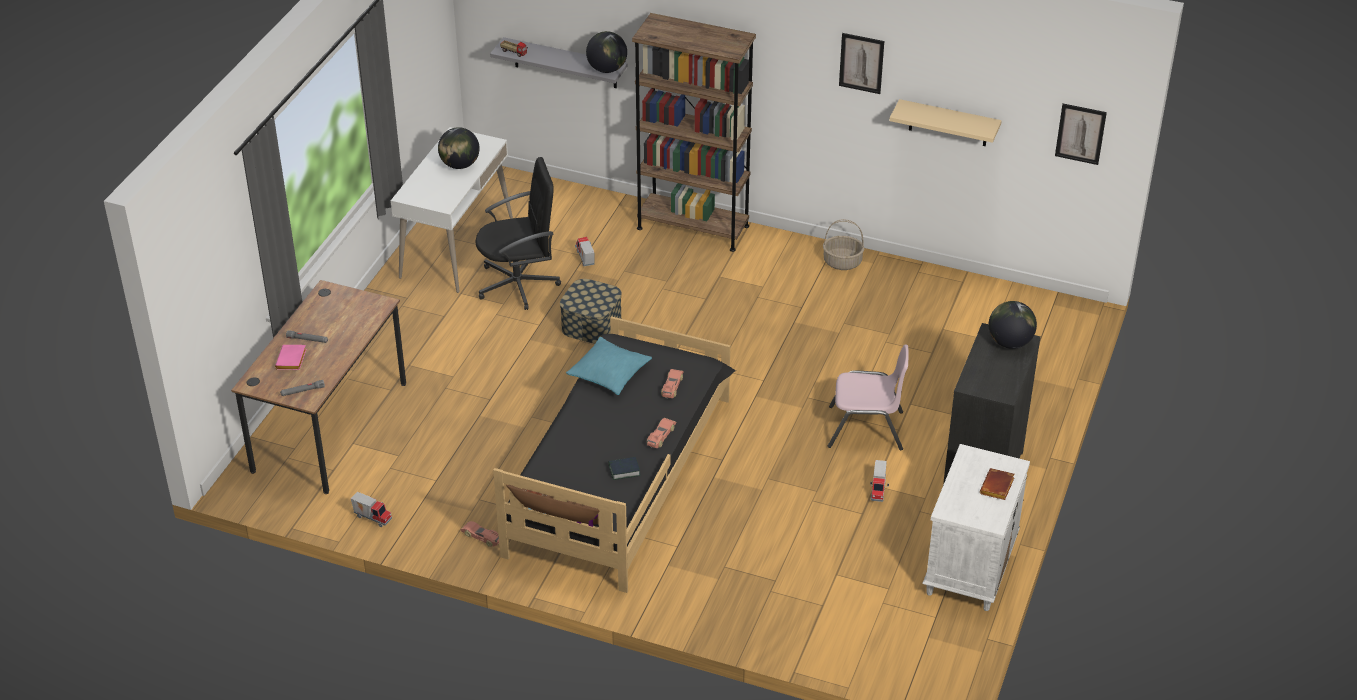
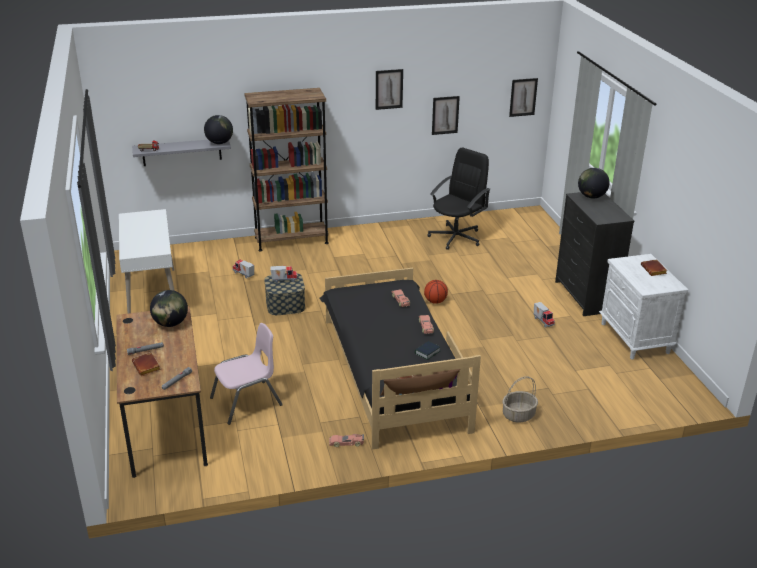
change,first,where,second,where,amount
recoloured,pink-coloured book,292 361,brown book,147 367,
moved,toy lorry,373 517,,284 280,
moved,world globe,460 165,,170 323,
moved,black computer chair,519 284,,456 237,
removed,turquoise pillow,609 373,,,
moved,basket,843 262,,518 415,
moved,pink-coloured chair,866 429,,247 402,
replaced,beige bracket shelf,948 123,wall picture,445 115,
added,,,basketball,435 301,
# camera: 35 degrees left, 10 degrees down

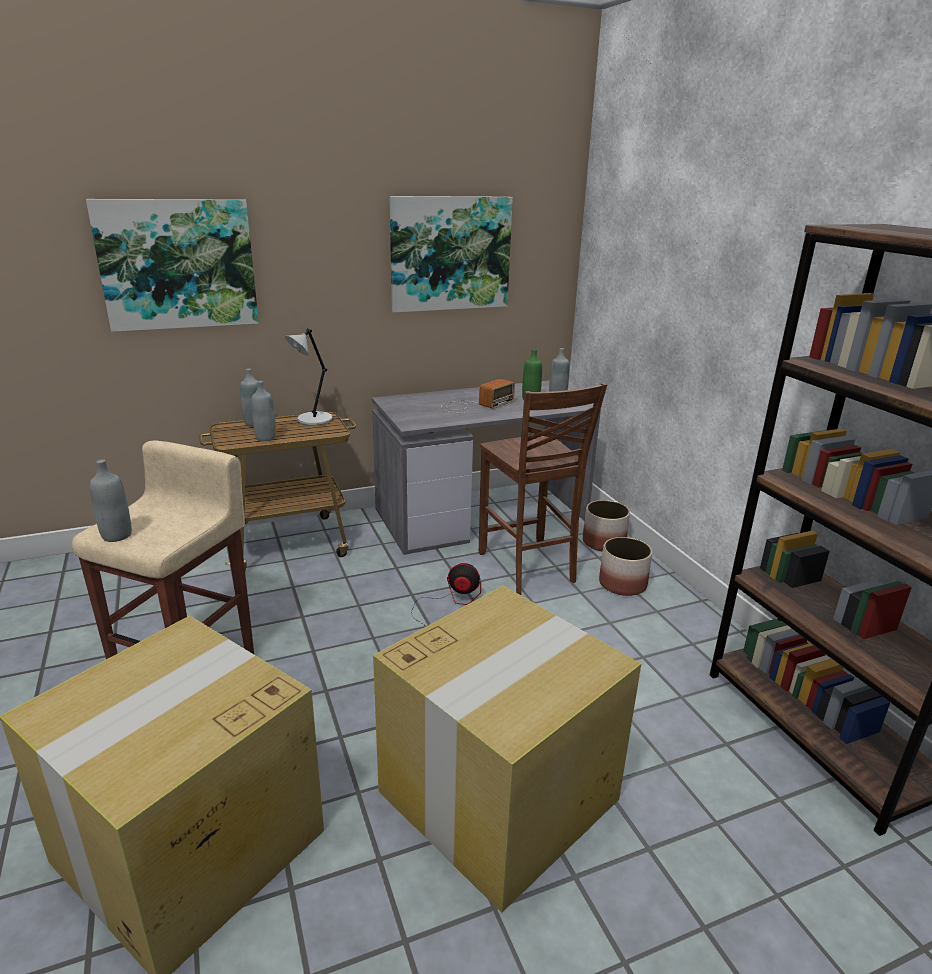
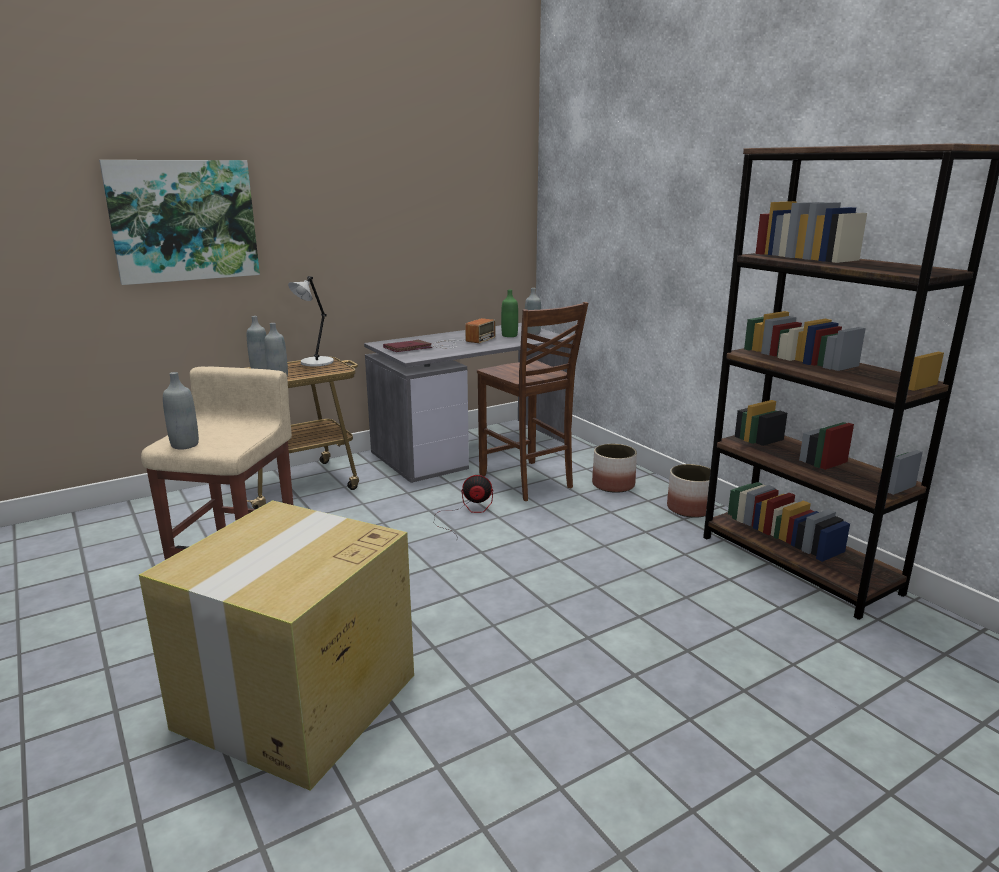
change,first,where,second,where,amount
removed,packing box,500 794,,,
removed,wall picture,450 254,,,
moved,plant pot,604 542,,690 509,
added,,,red book,407 348,
# camera: 10 degrees left, 5 degrees down

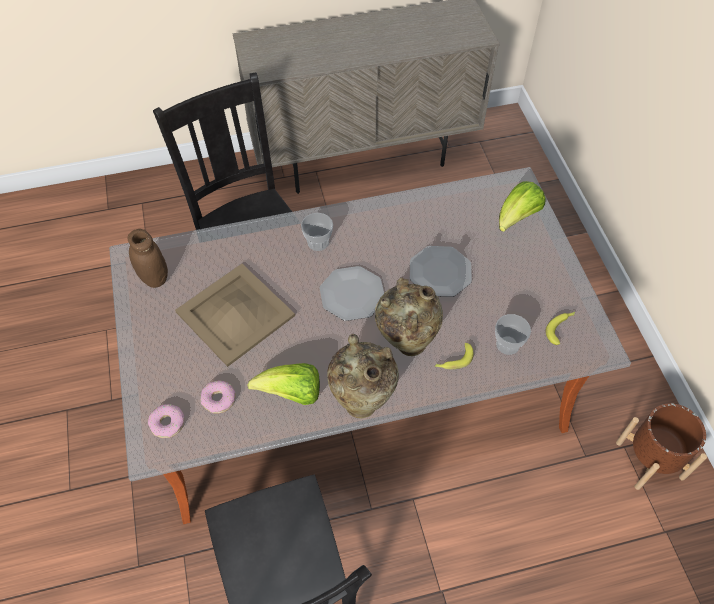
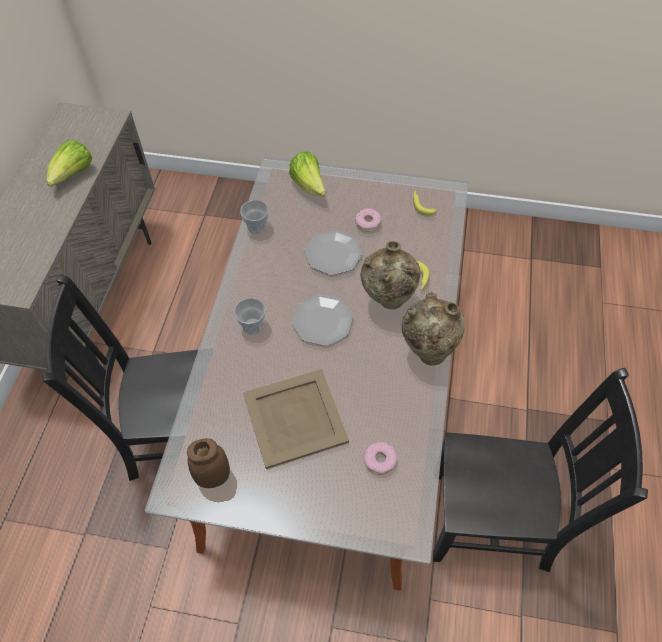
change,first,where,second,where,amount
moved,ring doughnut,167 423,,367 223,
moved,lettuce head,292 393,,73 175,
moved,drinking cup,507 344,,256 227,
removed,brown plant pot,649 459,,,
# camera: 65 degrees left, 0 degrees up

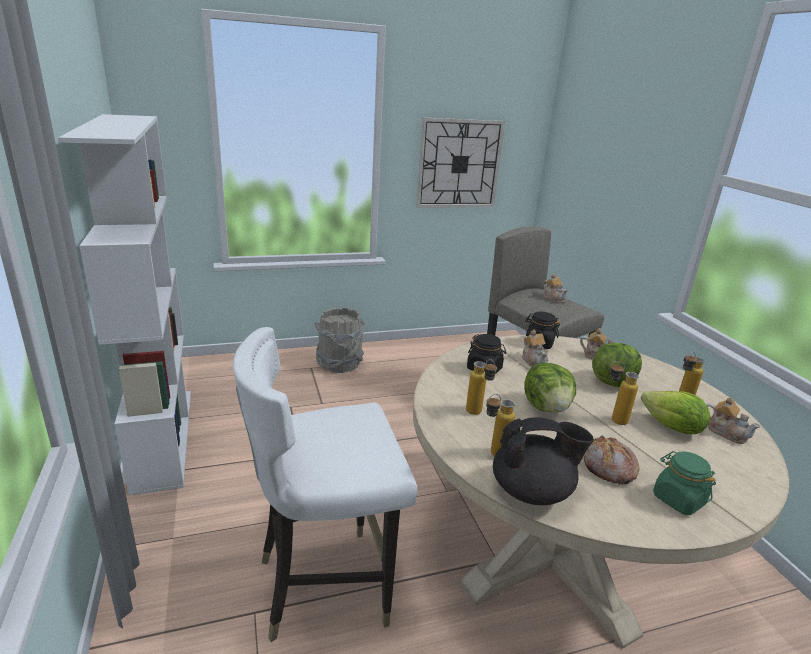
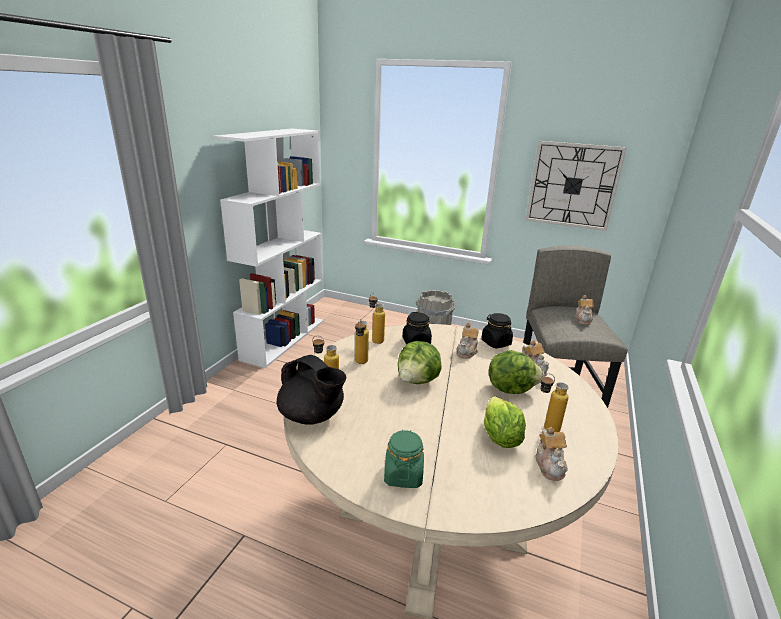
change,first,where,second,where,amount
removed,white-coloured chair,325 585,,,
removed,bread,608 468,,,
moved,bottle,612 419,,375 339,
# camera: 40 degrees right, 0 degrees up

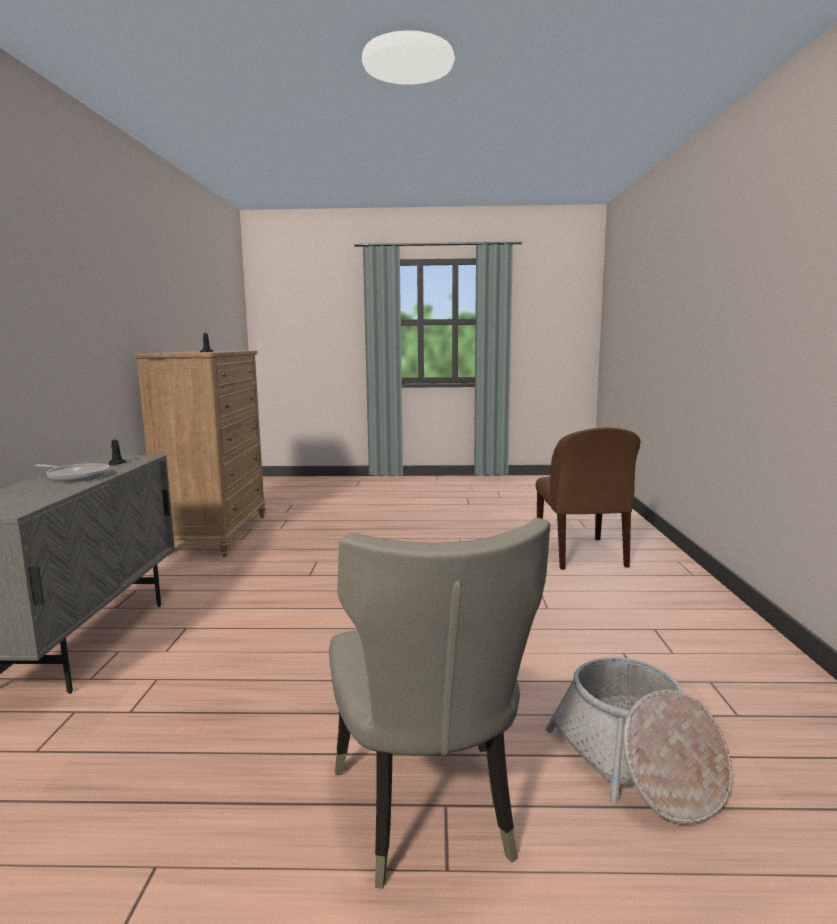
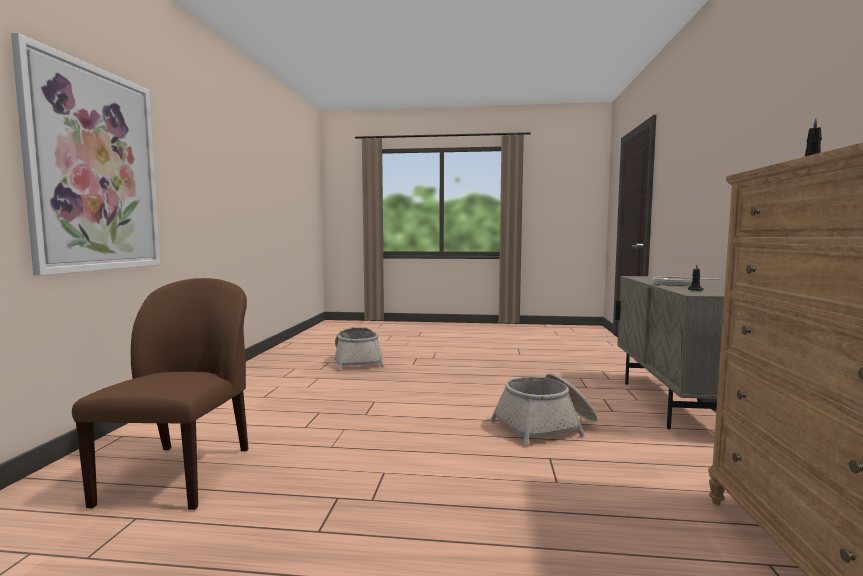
change,first,where,second,where,amount
removed,beige chair,429 815,,,
added,,,wall picture,95 170,
added,,,basket,546 427,
# camera: 175 degrees left, 5 degrees down

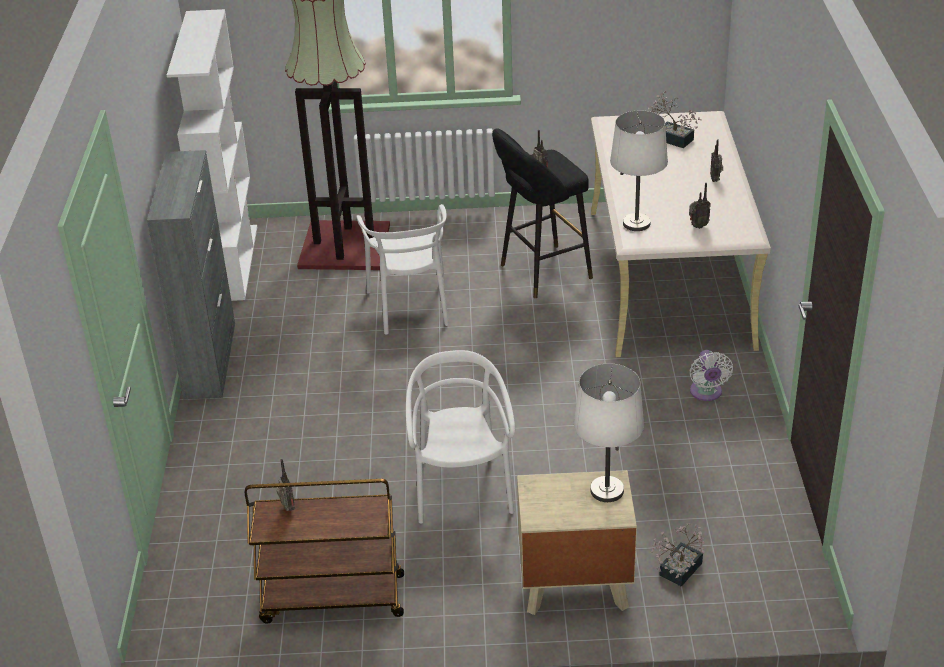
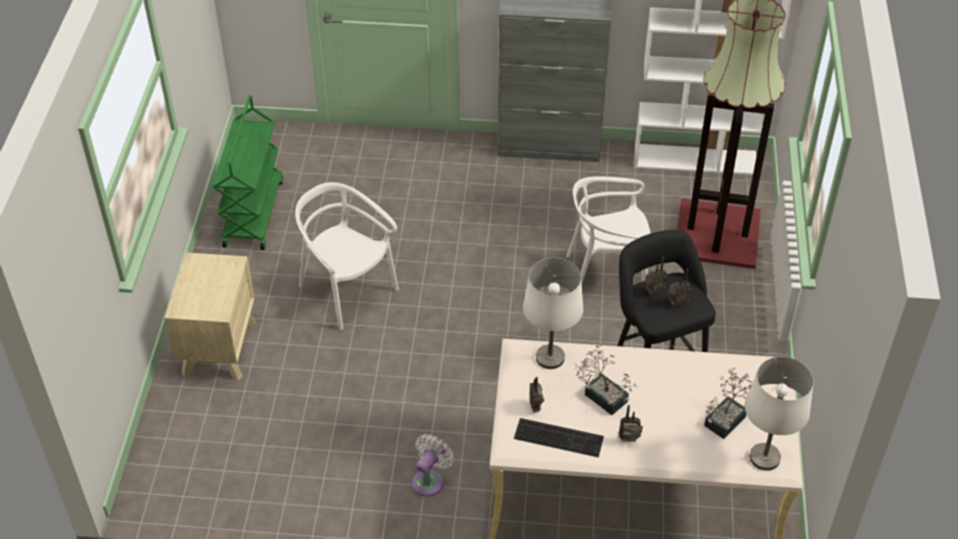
change,first,where,second,where,amount
recoloured,brown trolley,331 599,green-coloured trolley,253 212,
moved,radio set,287 509,,676 303,
turned,white-coloured chair,462 489,,347 291,135 degrees counterclockwise
moved,white-coloured lamp for a table,606 491,,764 457,
moved,houseplant,677 572,,602 395,
turned,white-coloured electric fan,706 393,,430 480,120 degrees clockwise
added,,,PC keyboard,560 436,
# camera: 95 degrees right, 10 degrees up

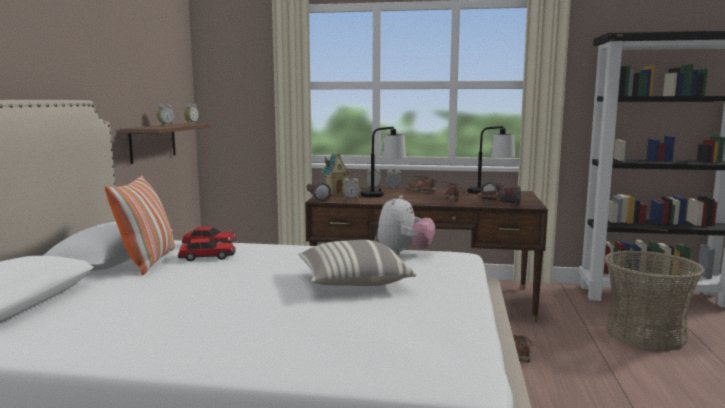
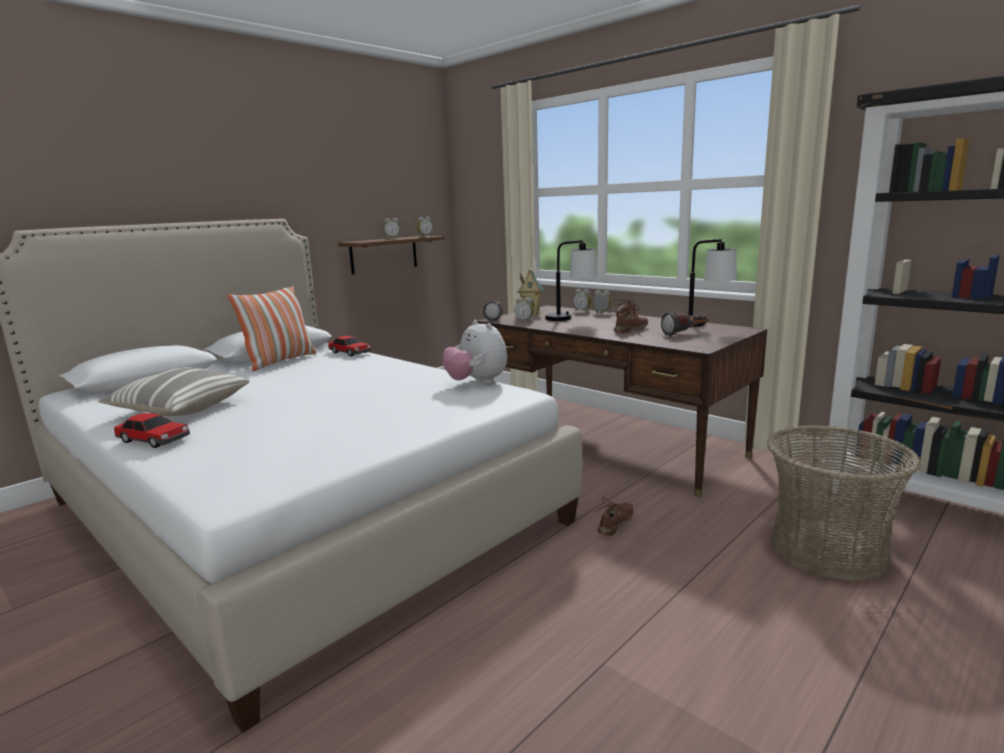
change,first,where,second,where,amount
moved,miniature car,207 257,,154 440,
moved,pillow,352 282,,180 409,
turned,soft toy,404 252,,477 383,90 degrees clockwise
removed,hand torch,499 205,,,
# camera: 35 degrees right, 5 degrees up

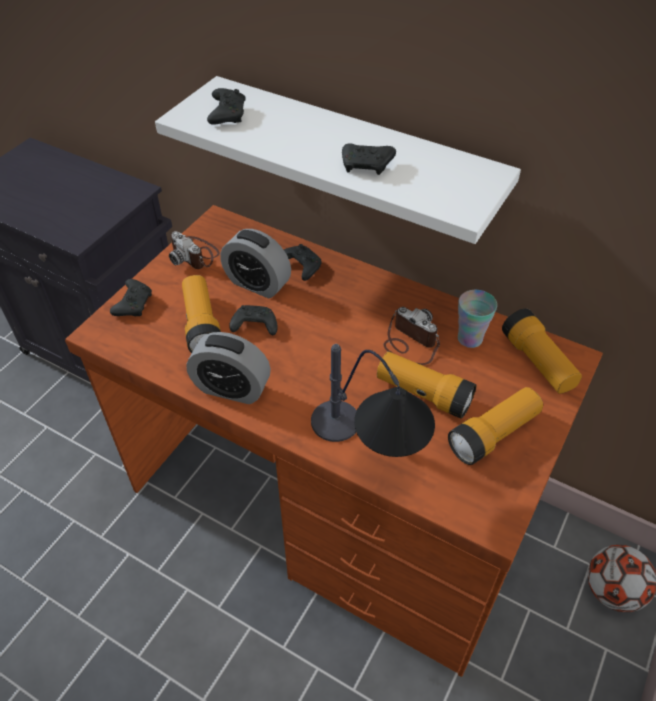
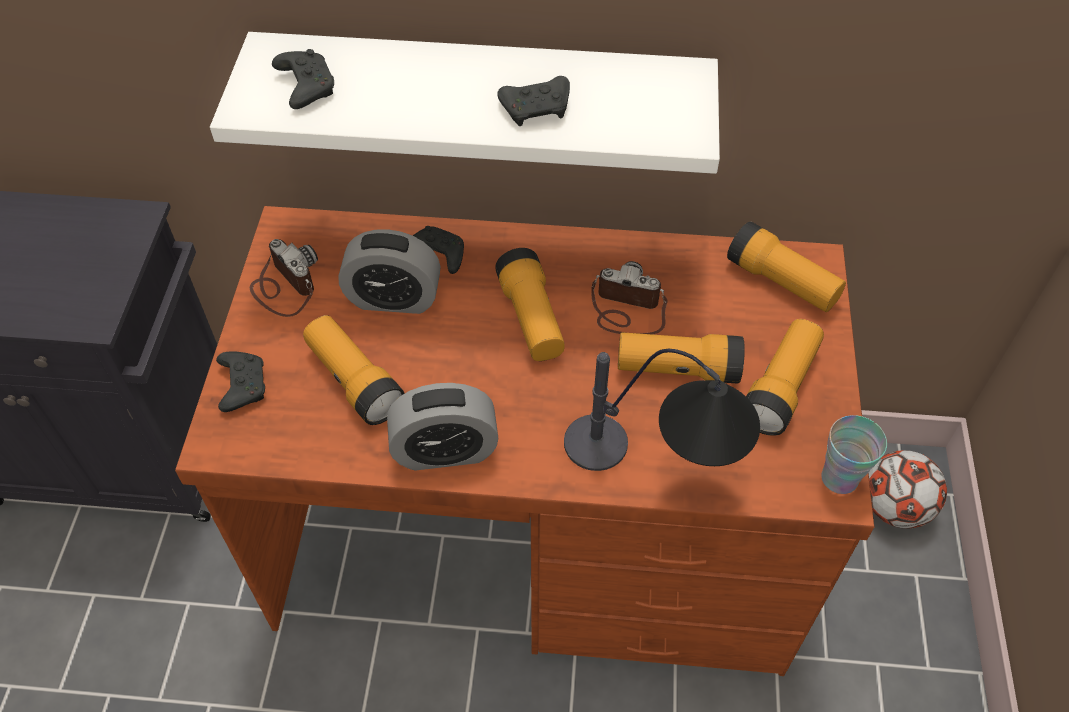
change,first,where,second,where,amount
turned,photo camera,195 255,,284 286,150 degrees counterclockwise
removed,black joypad,254 326,,,
moved,drinking cup,470 339,,839 478,
added,,,hand torch,531 318,
# camera: 25 degrees left, 5 degrees up

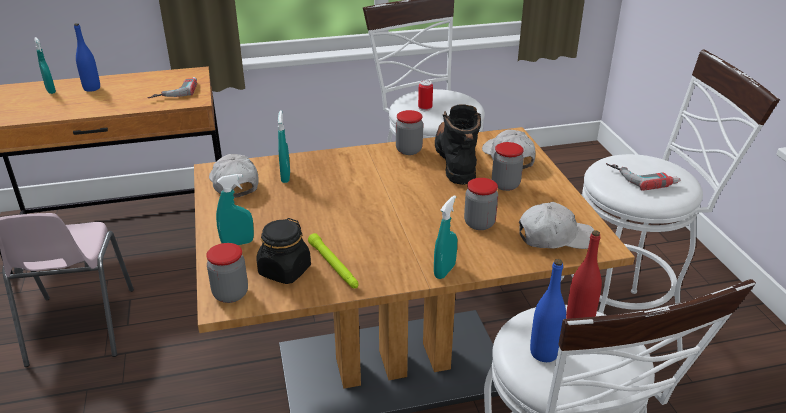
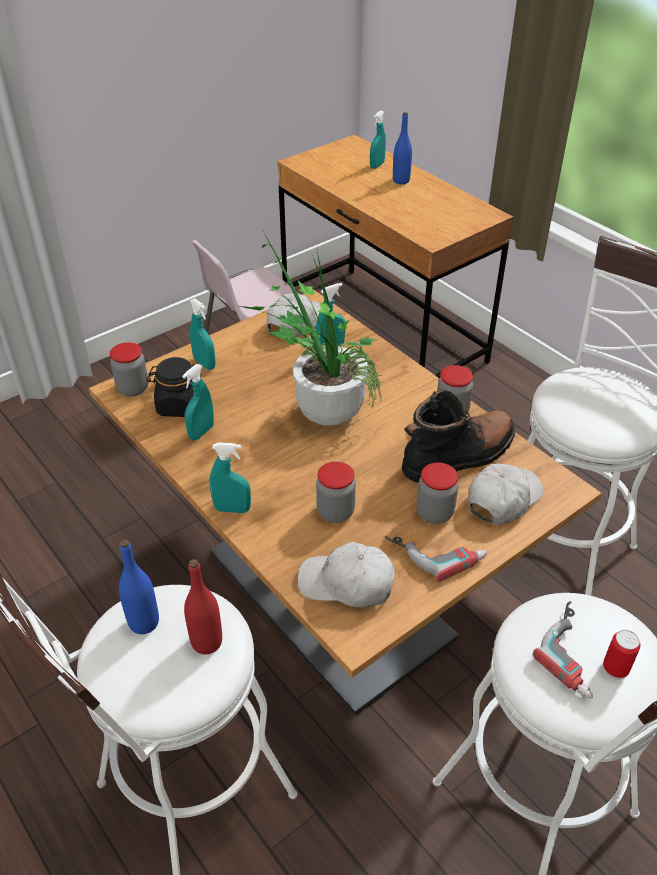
change,first,where,second,where,amount
moved,power drill,174 91,,436 551,
replaced,green-coloured hand torch,334 266,turquoise spray bottle,201 432,
moved,metal can,425 108,,615 668,
turned,white-coloured cap,554 237,,347 584,135 degrees clockwise
added,,,houseplant,319 408,
# camera: 65 degrees right, 10 degrees up

